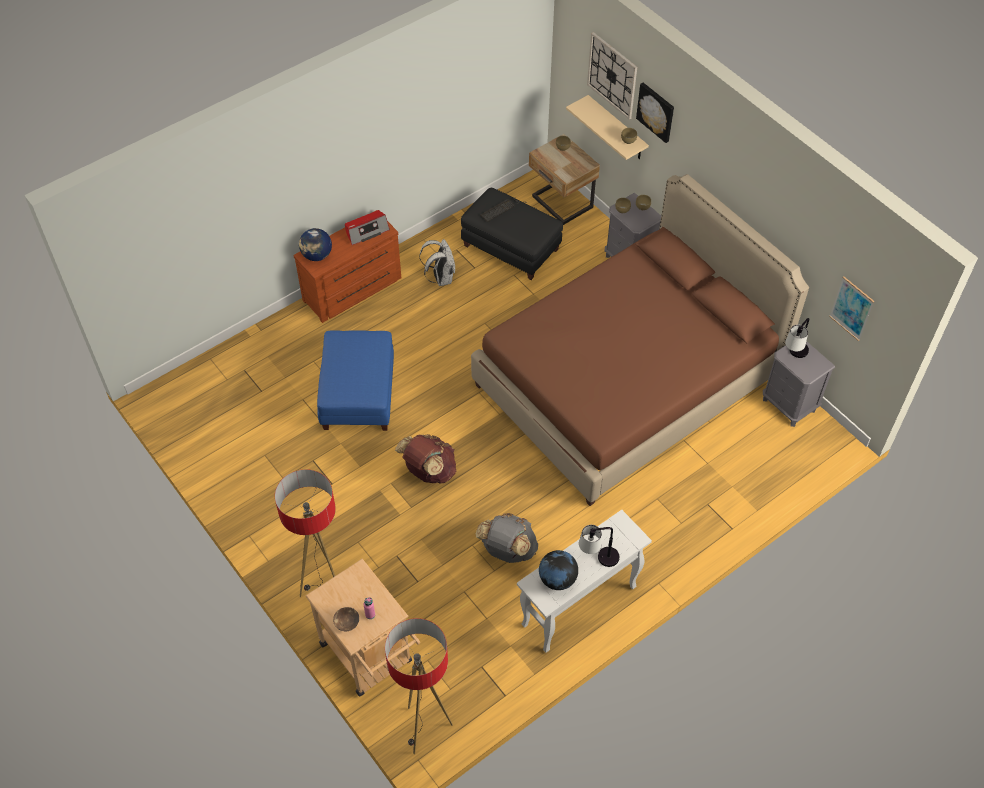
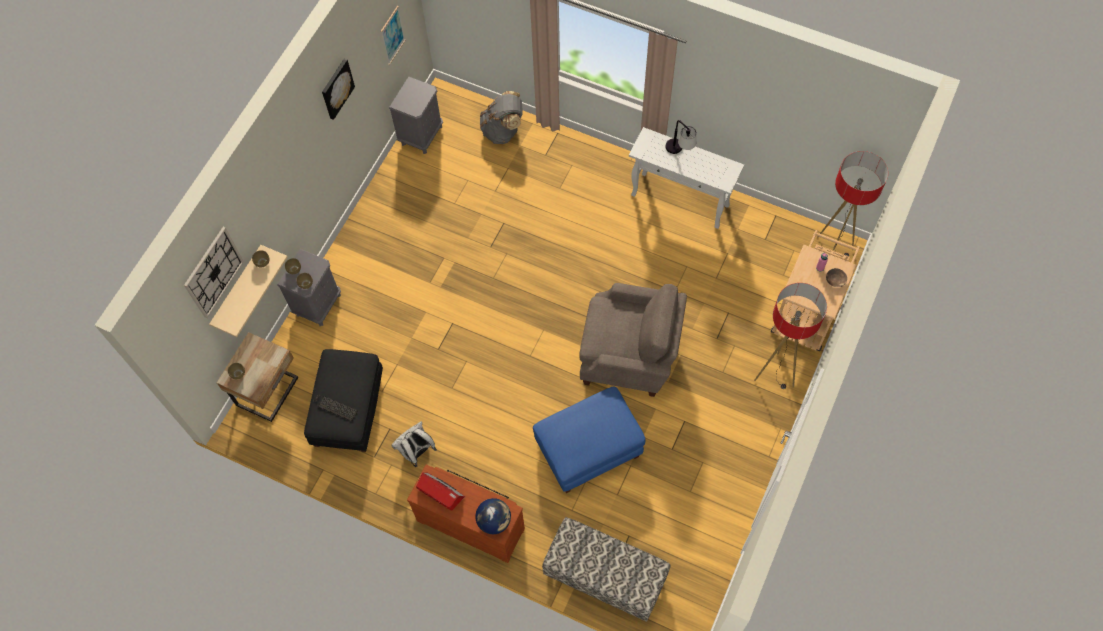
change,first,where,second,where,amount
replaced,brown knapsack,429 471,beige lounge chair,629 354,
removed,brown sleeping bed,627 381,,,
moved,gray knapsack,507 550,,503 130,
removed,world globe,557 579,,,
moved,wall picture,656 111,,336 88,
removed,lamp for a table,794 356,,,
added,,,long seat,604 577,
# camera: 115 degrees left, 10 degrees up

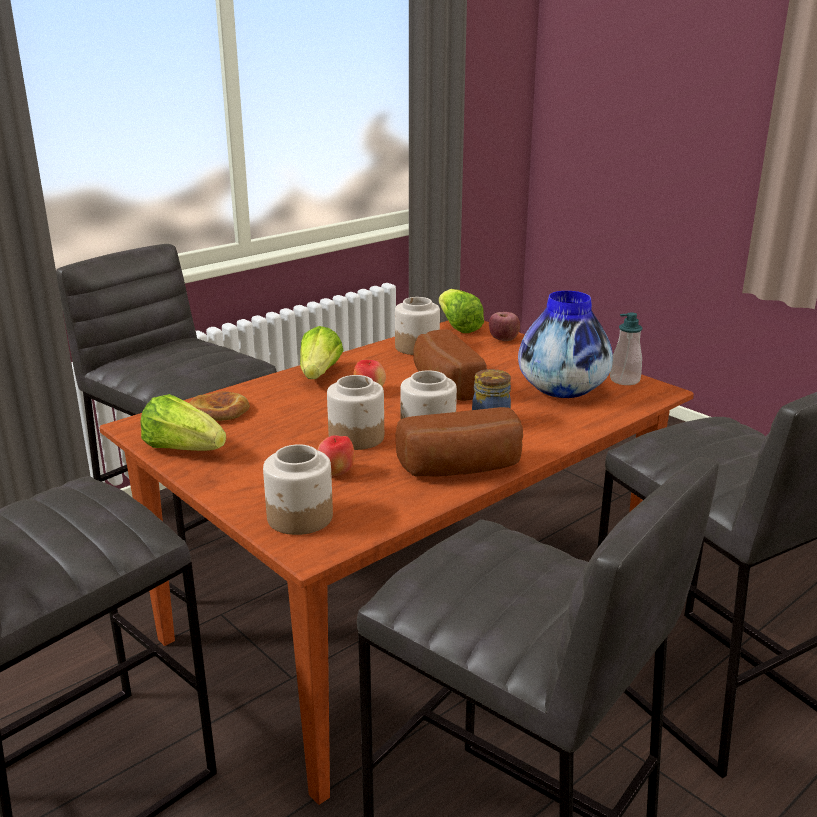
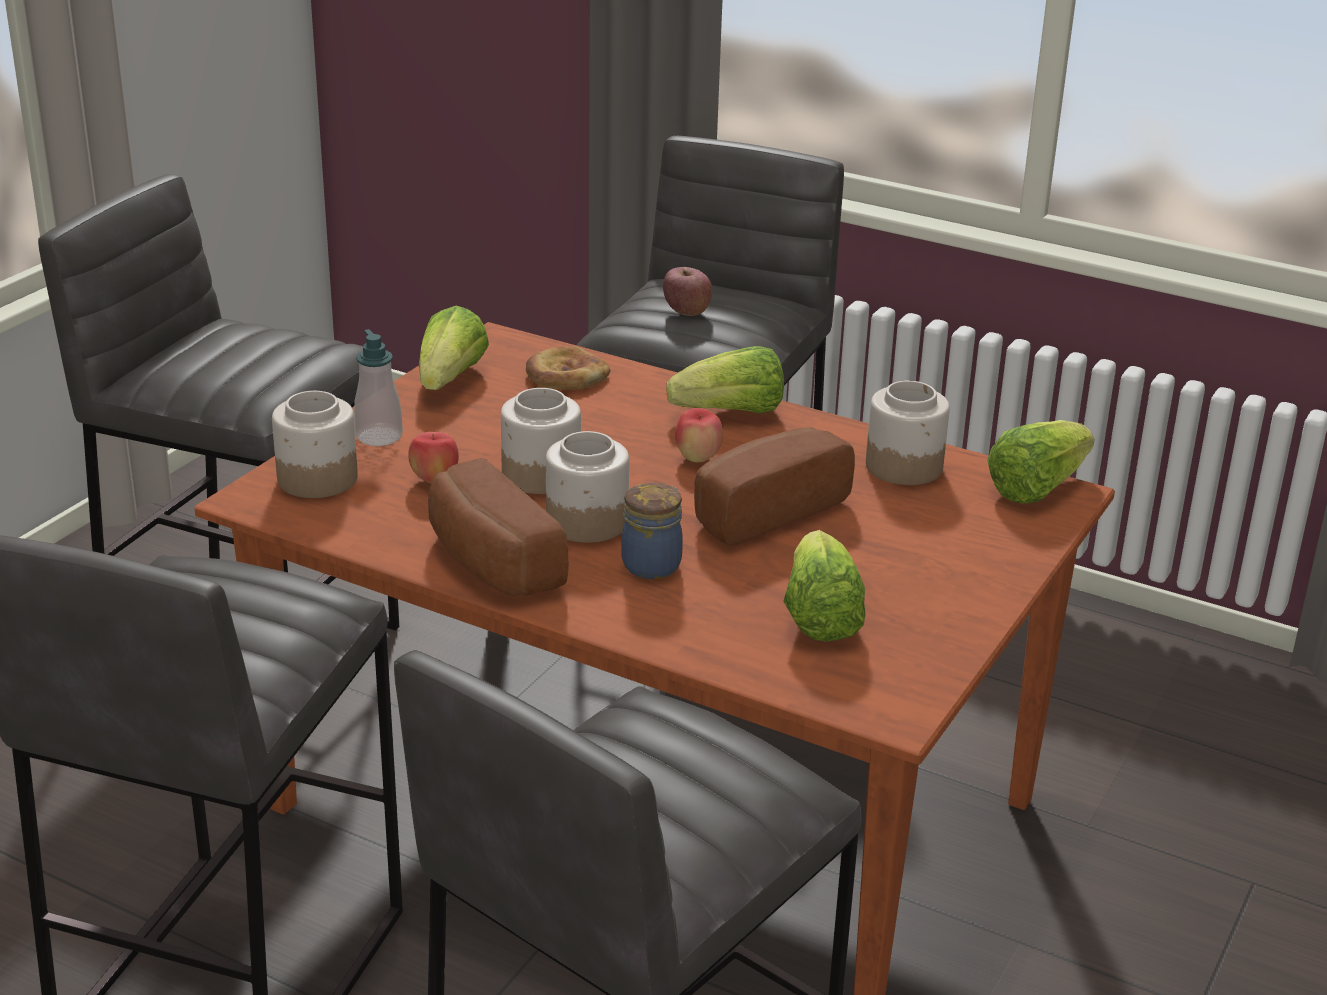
change,first,where,second,where,amount
moved,apple,503 339,,686 311,
replaced,decorative vase,563 390,lettuce head,819 616,
moved,soap bottle,624 380,,379 436,
# camera: 70 degrees right, 5 degrees up

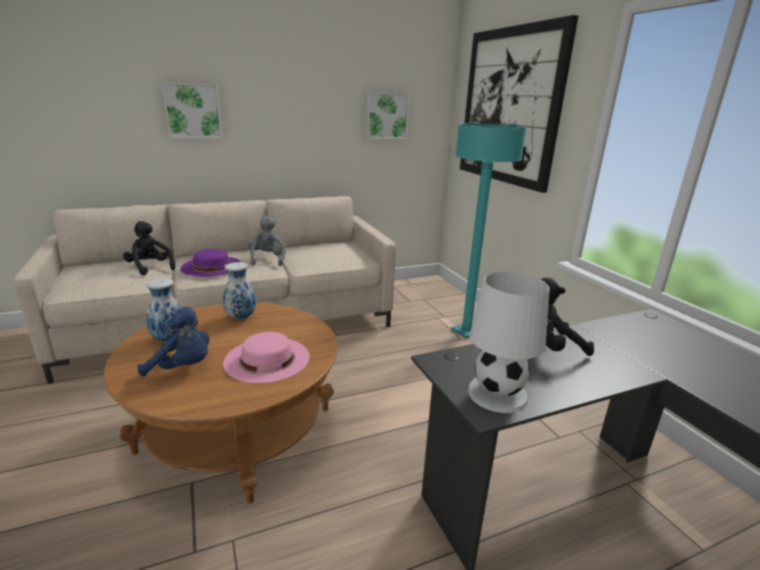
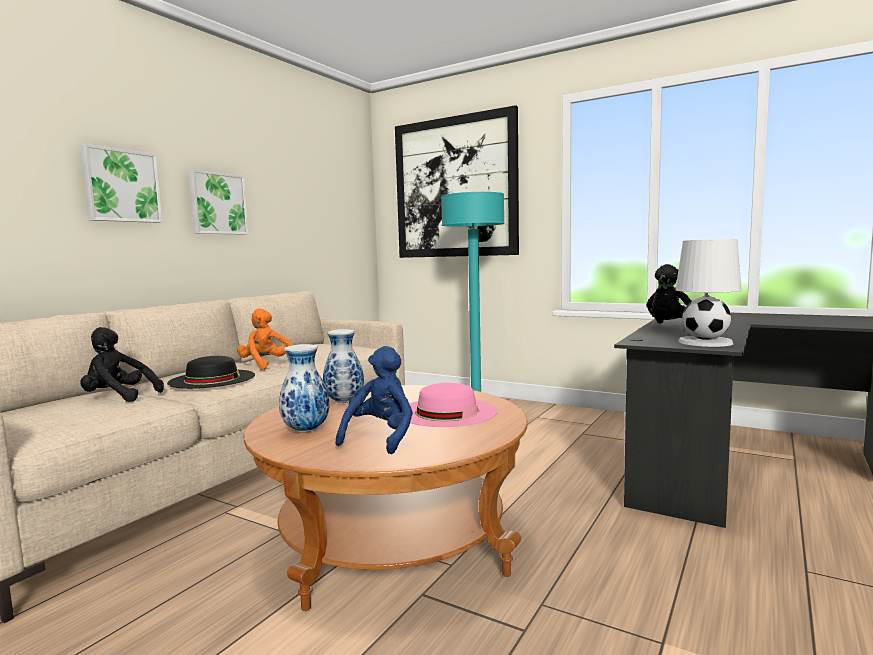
change,first,where,second,where,amount
turned,blue soft toy,183 367,,380 437,45 degrees counterclockwise
recoloured,purple wearable hat,211 266,black wearable hat,212 379,
recoloured,gray soft toy,267 259,orangey soft toy,266 365,
moved,wall picture,386 116,,217 204,
# camera: 35 degrees left, 15 degrees down

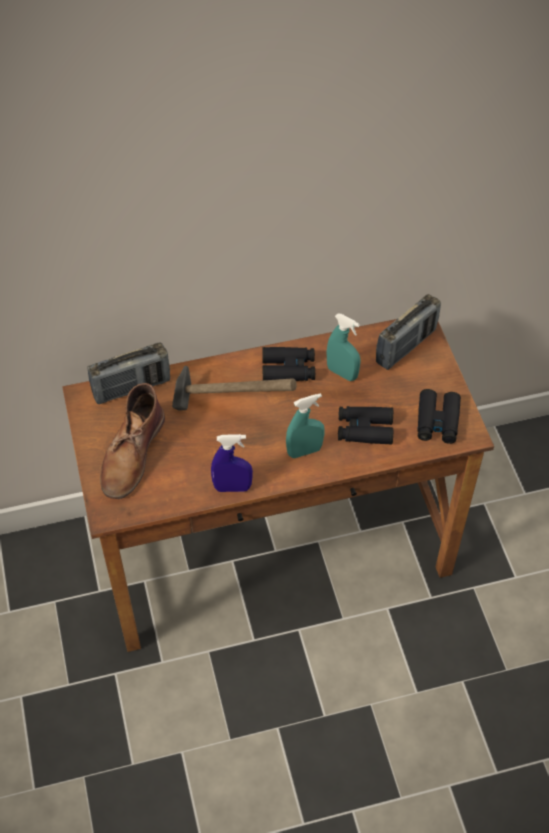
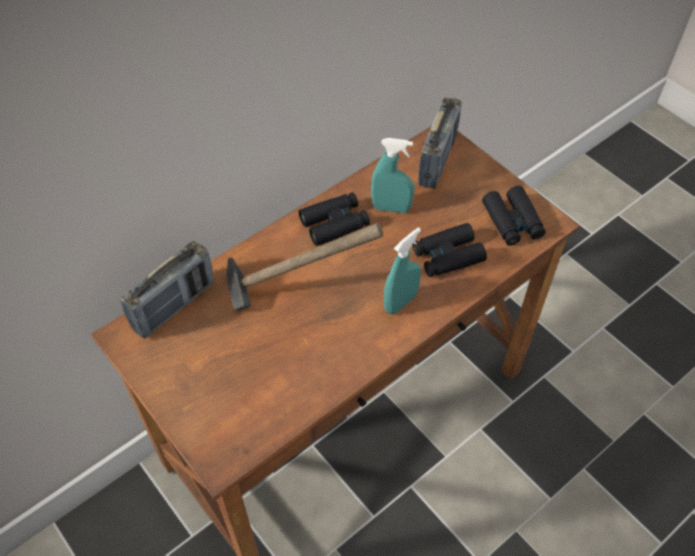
change,first,where,second,where,amount
removed,brown boot,132 454,,,
removed,blue spray bottle,232 487,,,
# camera: 25 degrees left, 0 degrees up

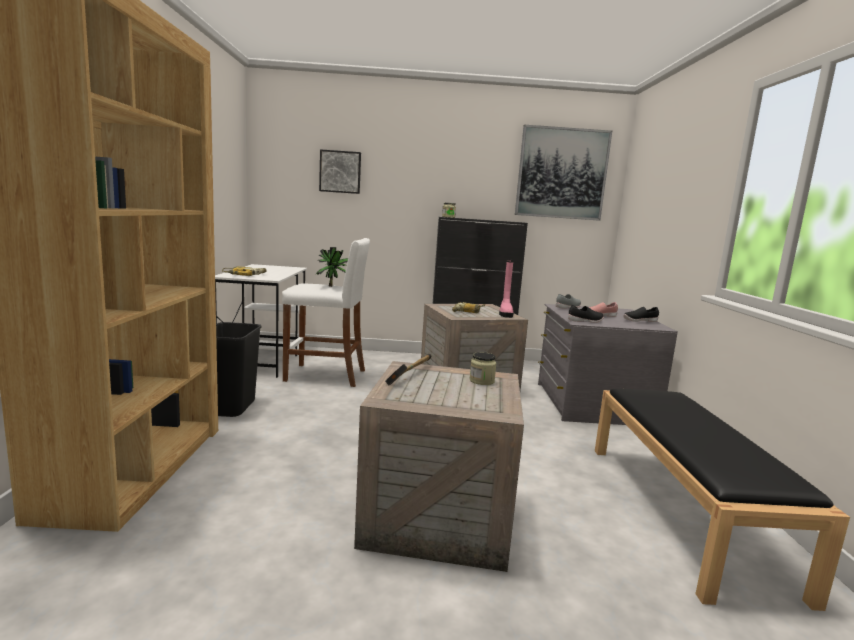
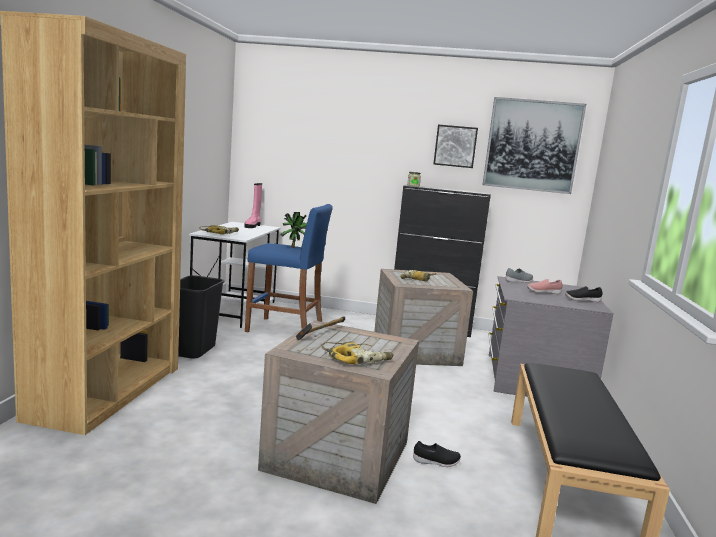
change,first,where,second,where,amount
recoloured,white-coloured stool,326 375,blue stool,285 330,
moved,wall picture,340 172,,455 146,
removed,preserve jar,481 381,,,
moved,pink-coloured boot,505 313,,253 226,
moved,black item of footwear,585 321,,436 462,
added,,,power drill,357 359,
# camera: 10 degrees right, 0 degrees up

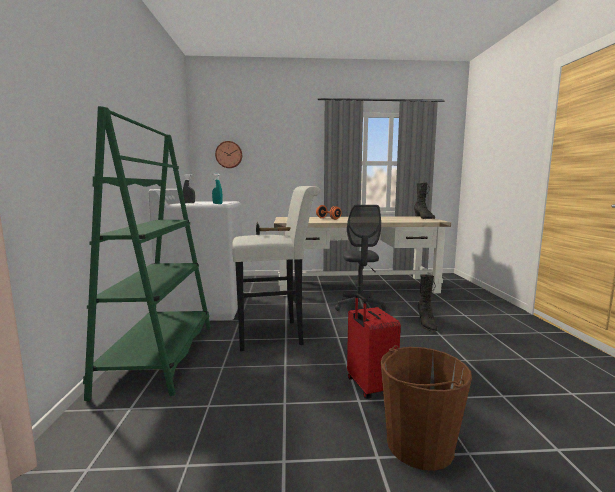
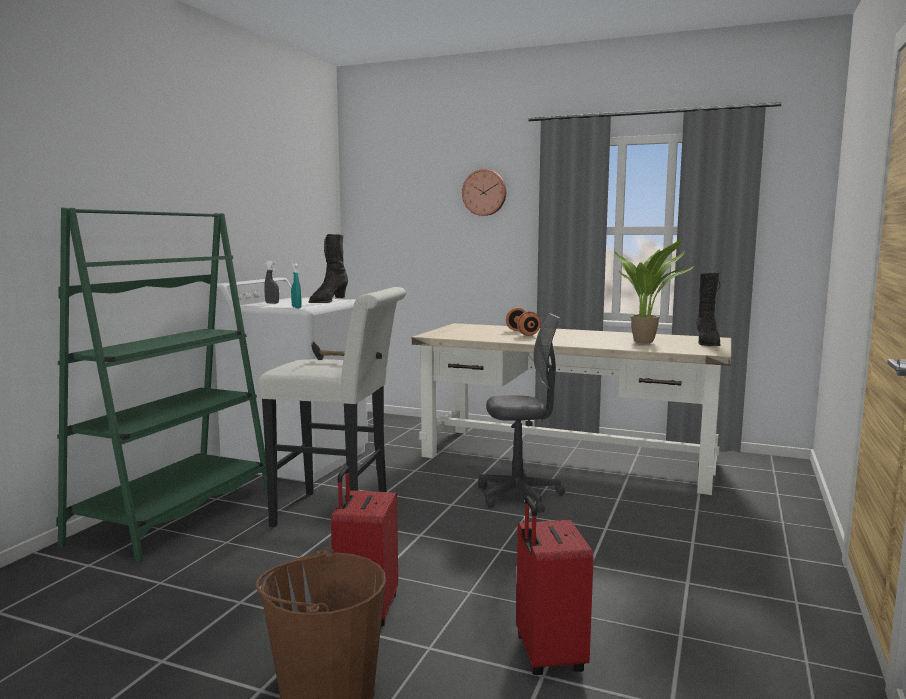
change,first,where,second,where,amount
moved,wall clock,229 154,,484 192,
turned,gray computer chair,359 308,,519 496,120 degrees counterclockwise
moved,black boot,426 324,,328 301,
added,,,red travel case,547 655,
added,,,houseplant,647 342,
# camera: 25 degrees right, 0 degrees up

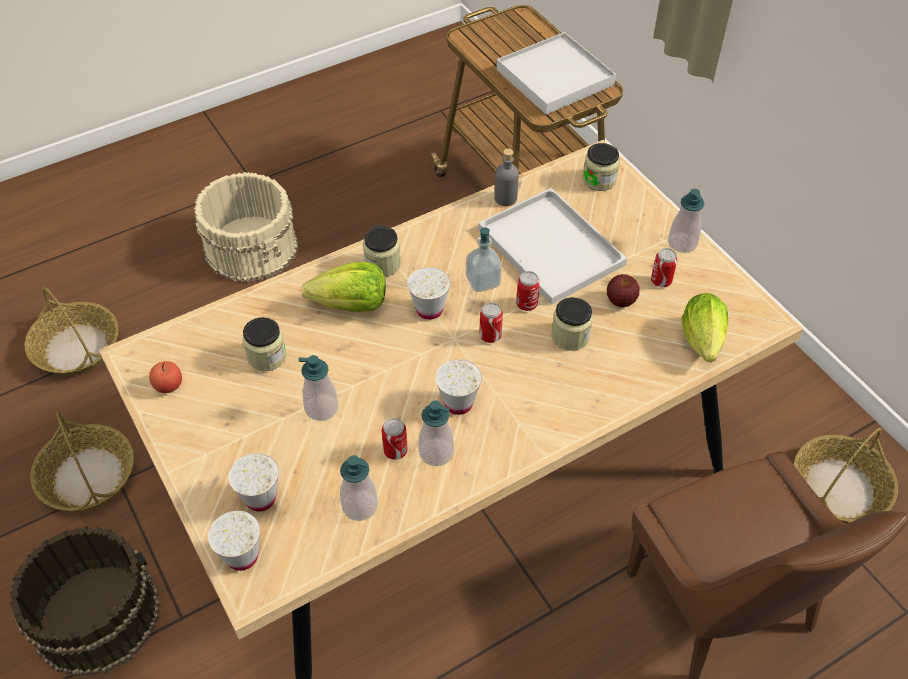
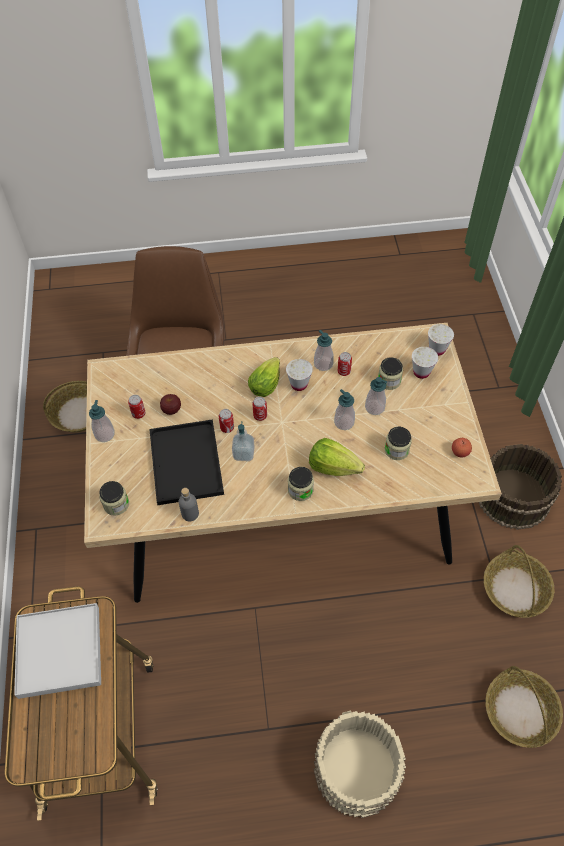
change,first,where,second,where,amount
moved,soap bottle,359 506,,344 422,
removed,white-coloured drinking cup,429 310,,,
recoloured,white-coloured carrying tray,553 248,black carrying tray,185 461,
moved,preserve jar,570 336,,389 380,
moved,lettuce head,702 344,,267 383,
# camera: 155 degrees left, 5 degrees up

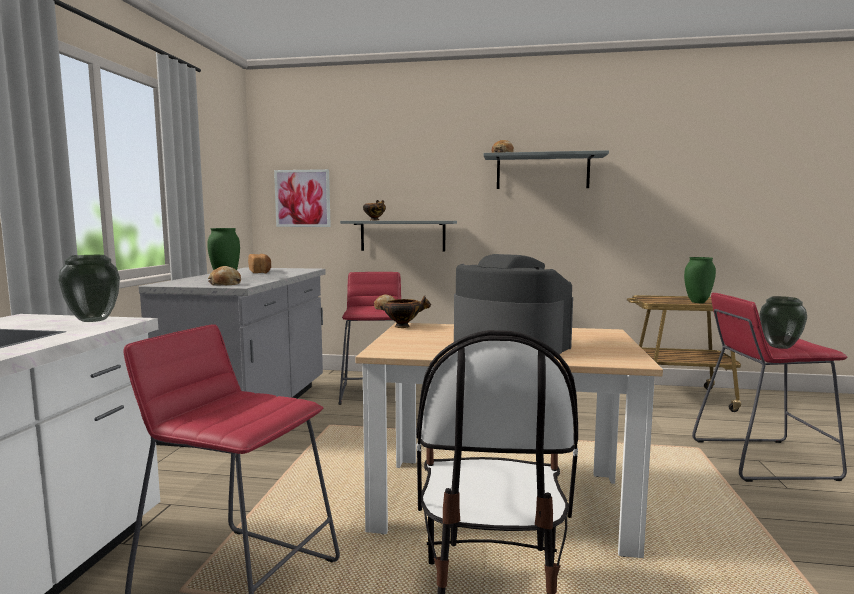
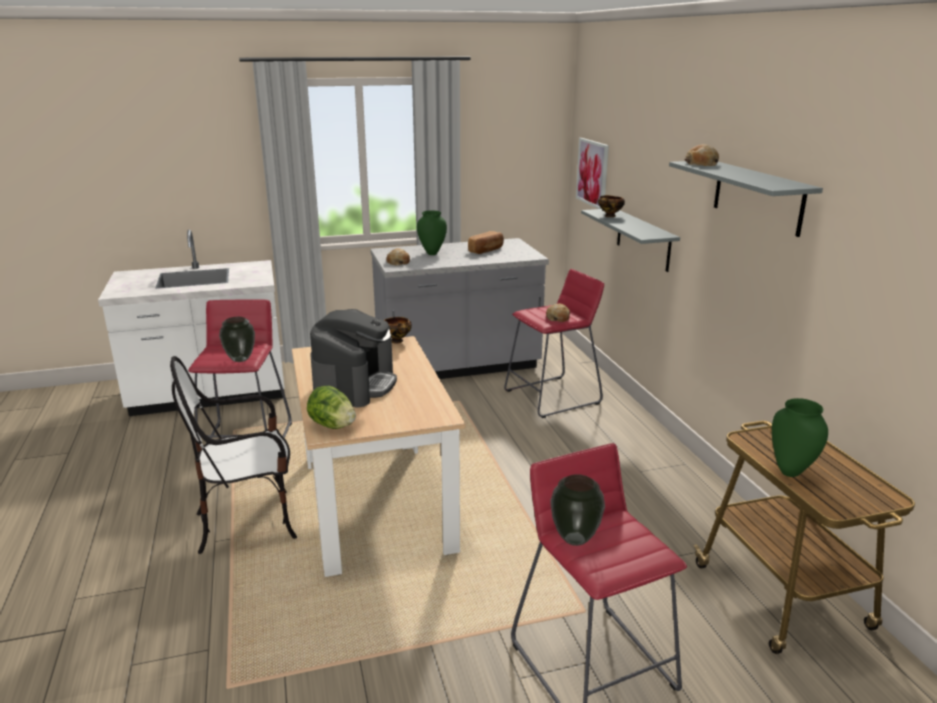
change,first,where,second,where,amount
moved,decorative vase,94 320,,240 359,
added,,,lettuce head,332 425,
# camera: 65 degrees right, 15 degrees up

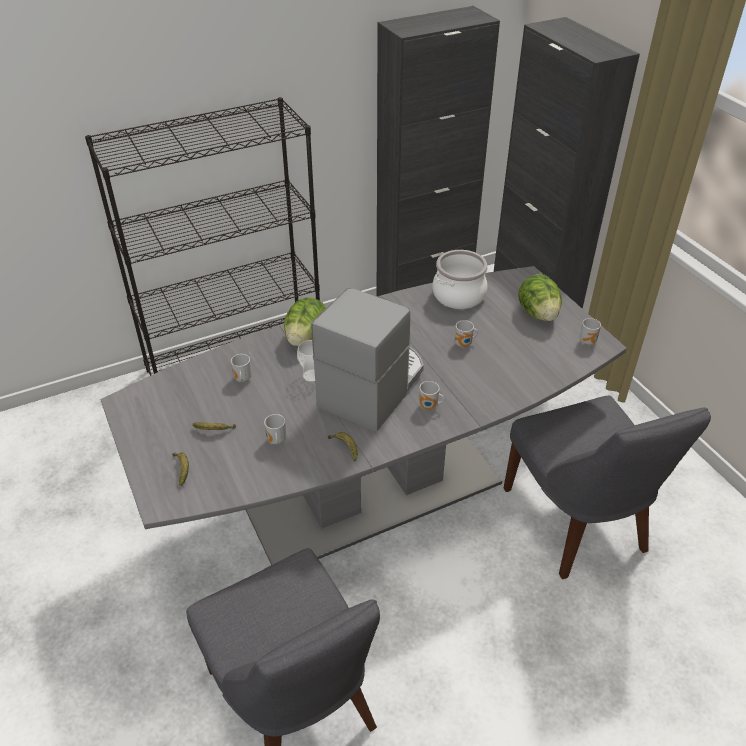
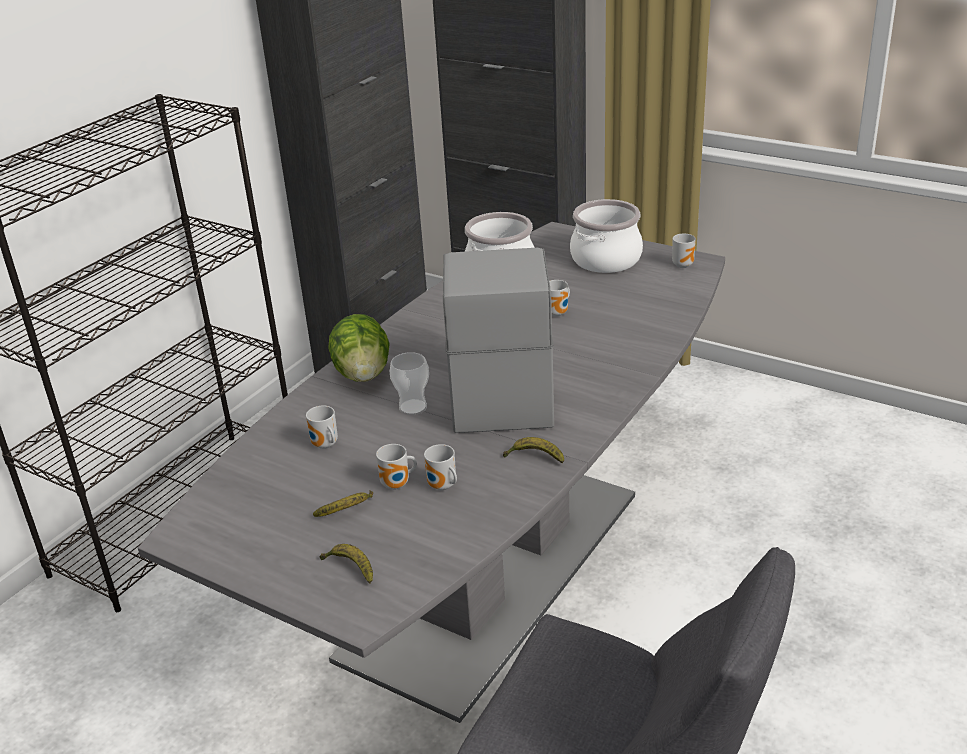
change,first,where,second,where,amount
moved,mug,429 407,,397 485,
removed,gray chair,577 524,,,
replaced,lettuce head,538 314,saucepot,605 259,
# camera: 30 degrees left, 10 degrees down

